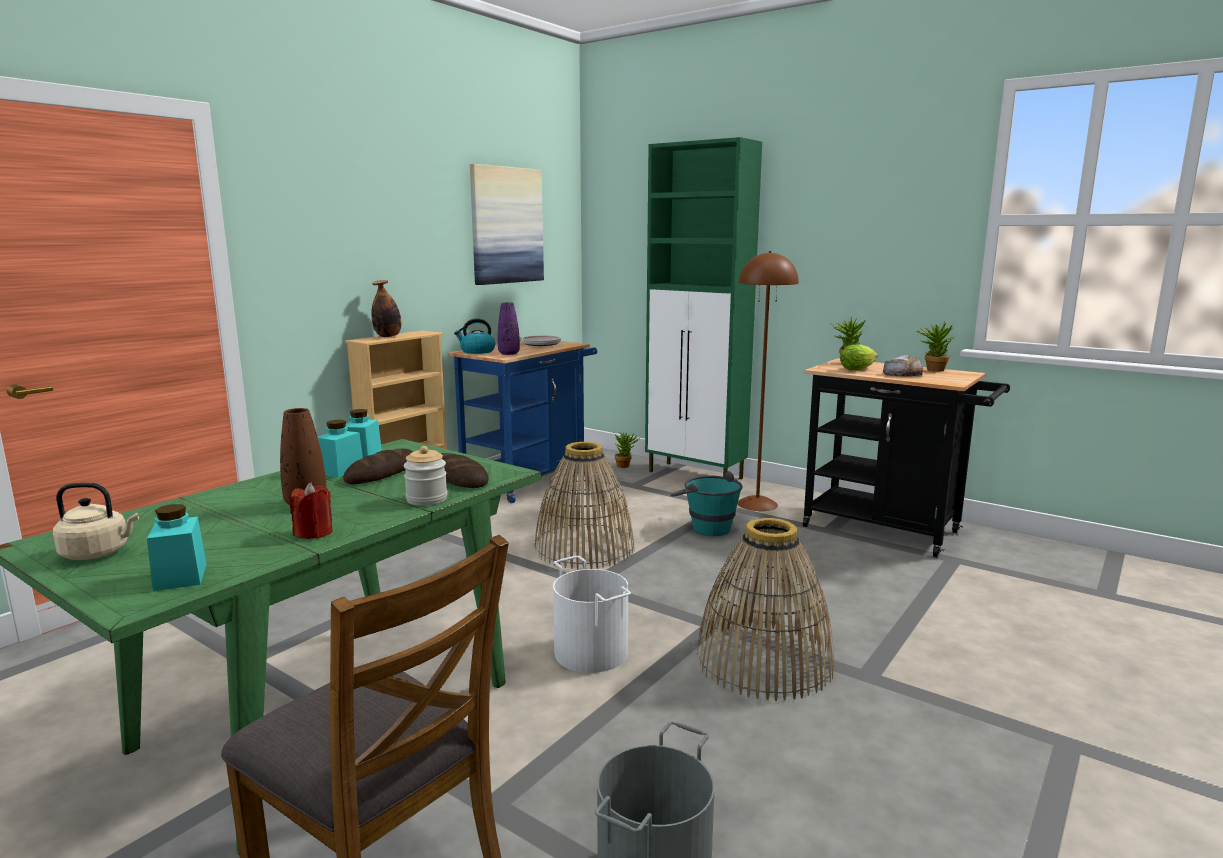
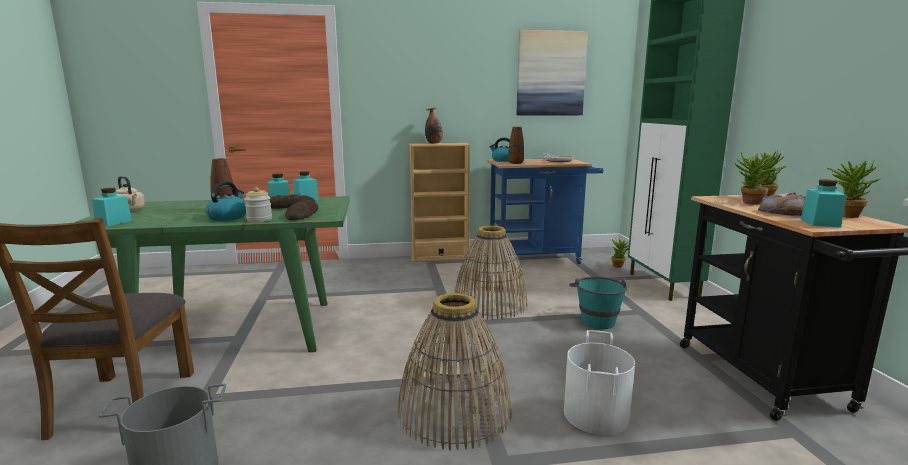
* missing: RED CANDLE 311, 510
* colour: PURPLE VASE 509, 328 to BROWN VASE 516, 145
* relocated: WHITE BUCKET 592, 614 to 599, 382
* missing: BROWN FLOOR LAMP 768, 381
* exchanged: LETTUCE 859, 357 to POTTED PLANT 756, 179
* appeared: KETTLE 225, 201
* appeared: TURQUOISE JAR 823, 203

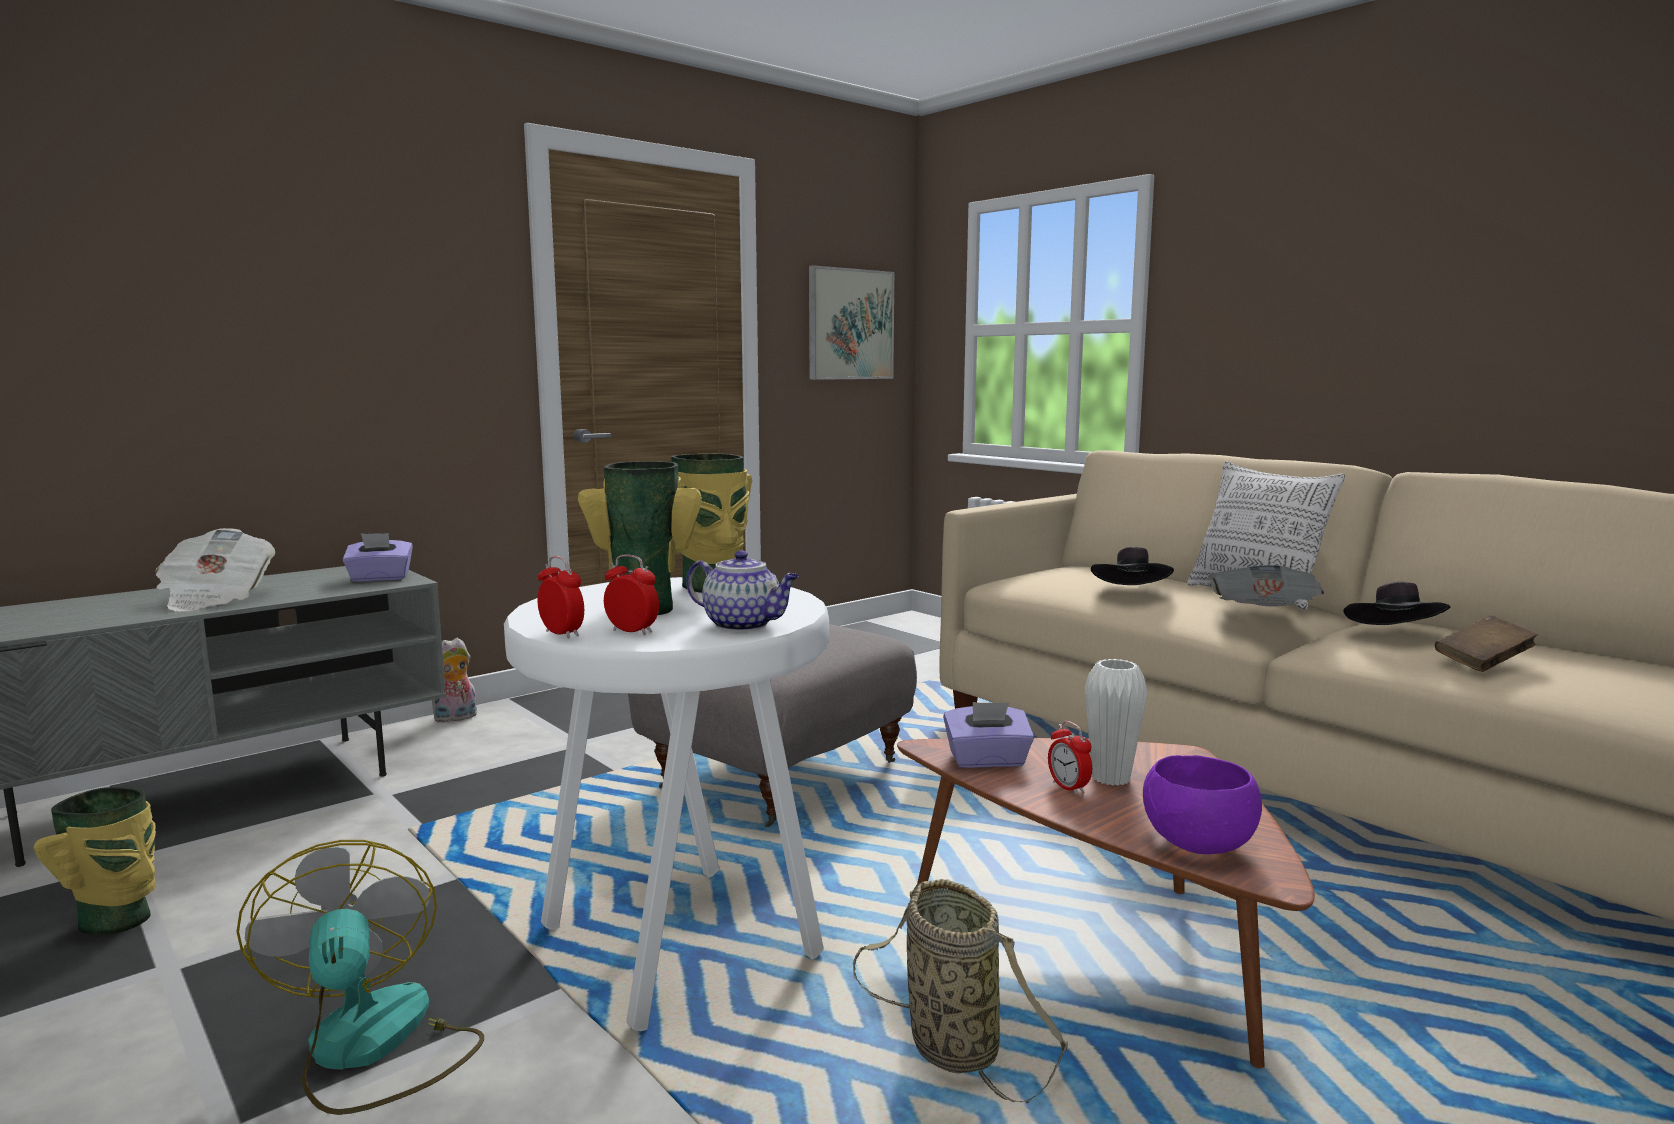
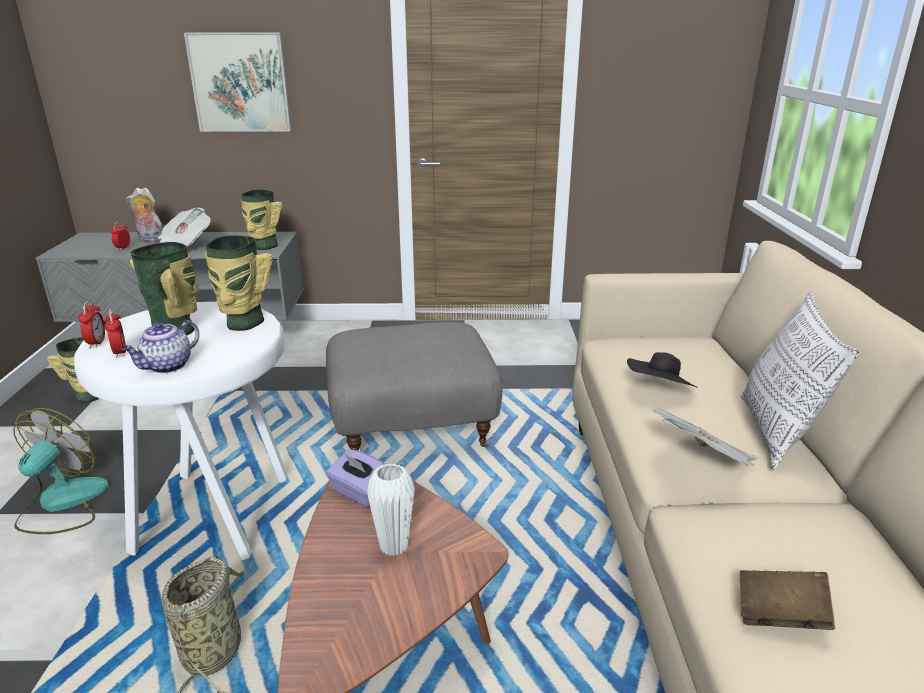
* exchanged: PURPLE TISSUE BOX 378, 557 to VASE 262, 220
* relocated: PLUSH TOY 454, 680 to 144, 214
* spun: TEAPOT 742, 591 = 160, 346 60 degrees clockwise
* relocated: PICTURE 851, 322 to 237, 82
* relocated: ALARM CLOCK 1070, 758 to 120, 235
* missing: PURPLE BOWL 1202, 804
* missing: BLACK HAT 1397, 603

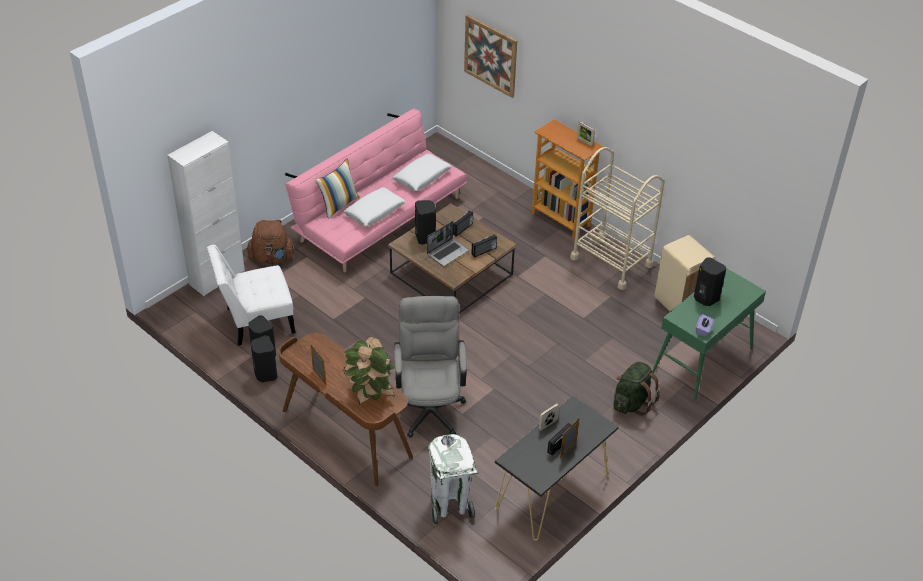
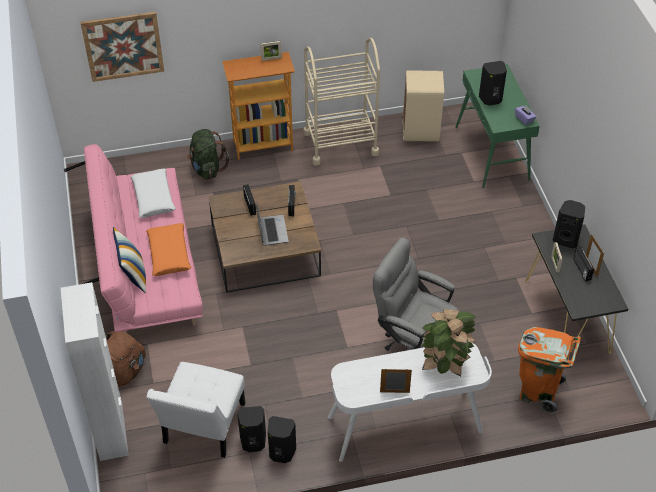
* colour: BROWN DESK 346, 409 to WHITE DESK 410, 402
* colour: WHITE PILLOW 374, 207 to ORANGE PILLOW 168, 249
* relocated: BLACK SPEAKER 425, 222 to 569, 224
* colour: WHITE TRASH CAN 453, 480 to ORANGE TRASH CAN 549, 370
* relocated: GREEN BACKPACK 636, 389 to 208, 154

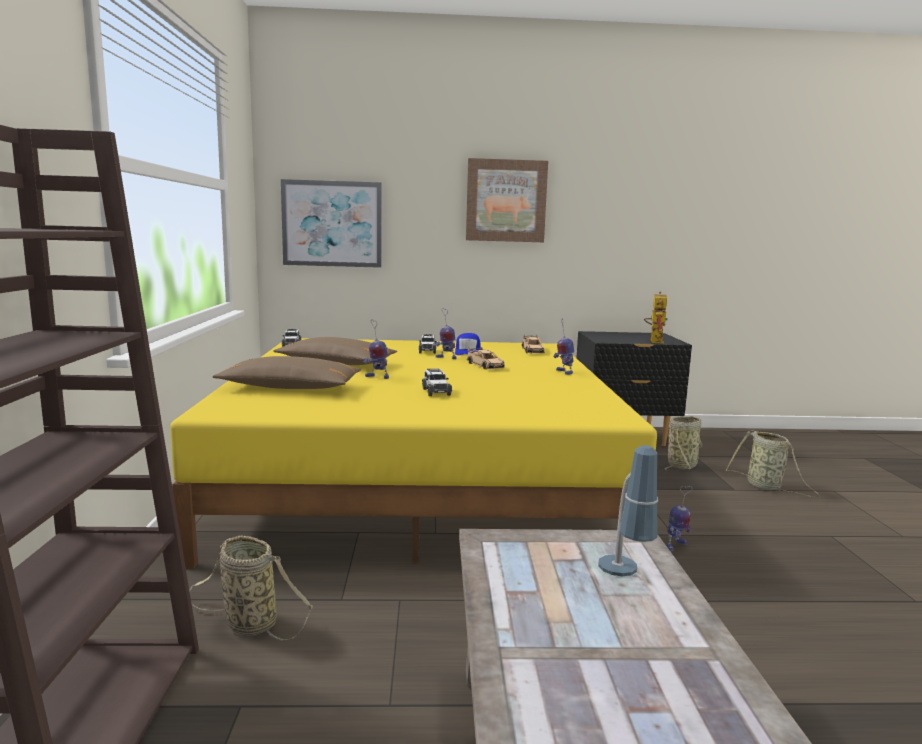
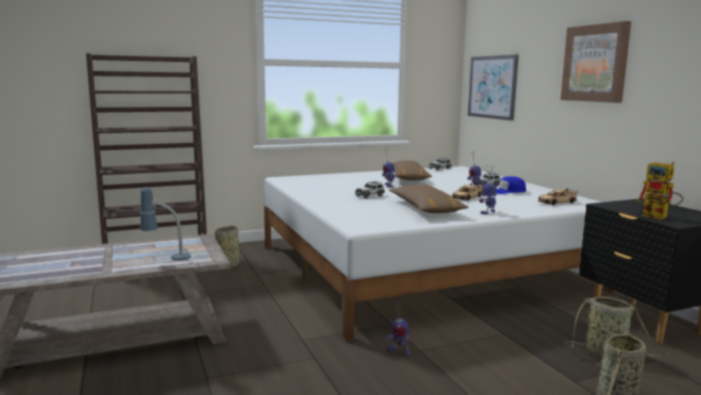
* colour: YELLOW BED 413, 453 to WHITE BED 440, 254
* relocated: BROWN PILLOW 287, 372 to 429, 198
* spun: TOY ROBOT 656, 317 = 660, 191 60 degrees clockwise

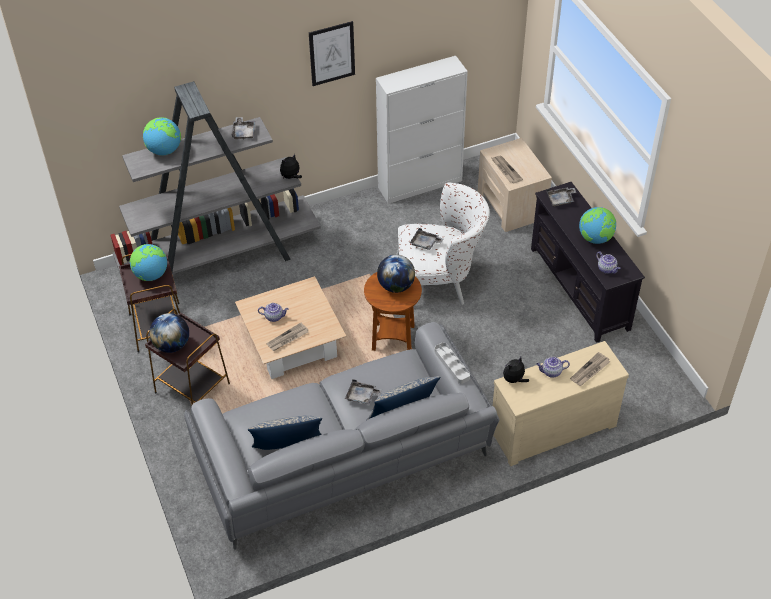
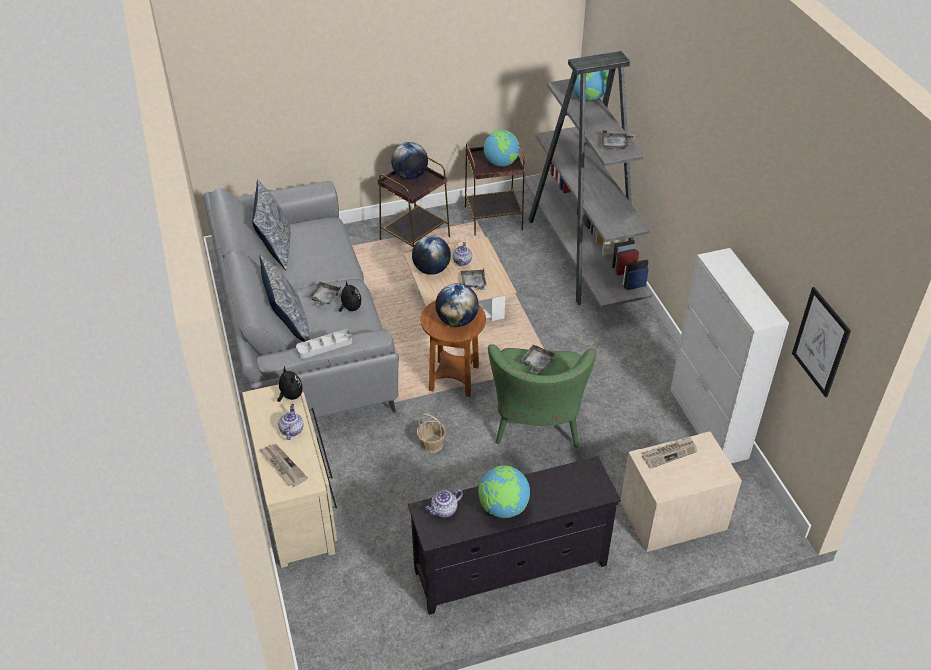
* exchanged: NEWSPAPER 287, 337 to GLOBE 431, 255
* relocated: PLUSH TOY 291, 166 to 350, 296
* relocated: PICTURE 332, 53 to 821, 342
* colour: WHITE ARMCHAIR 443, 244 to GREEN ARMCHAIR 542, 396
* relocated: GREY TRAY 561, 196 to 473, 279
* appeared: BASKET 431, 433

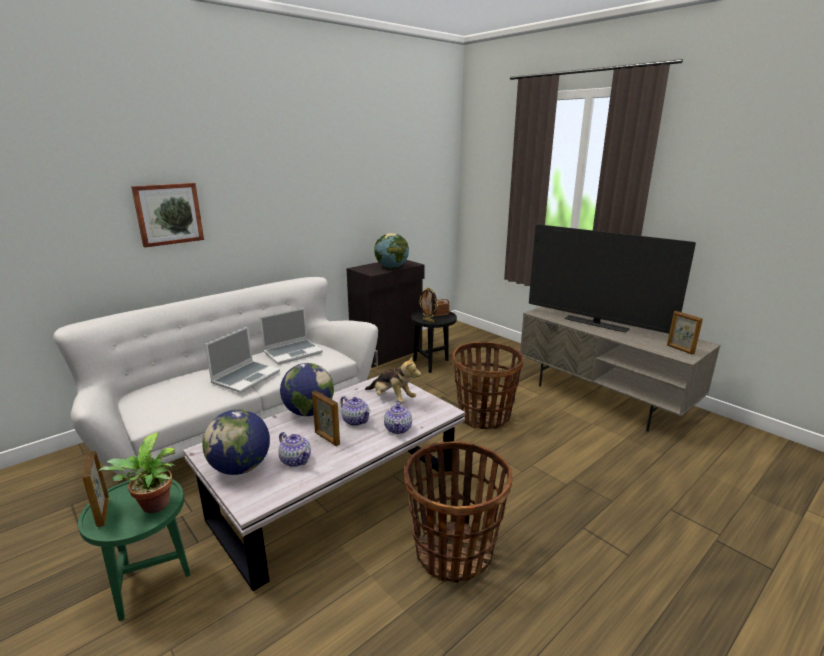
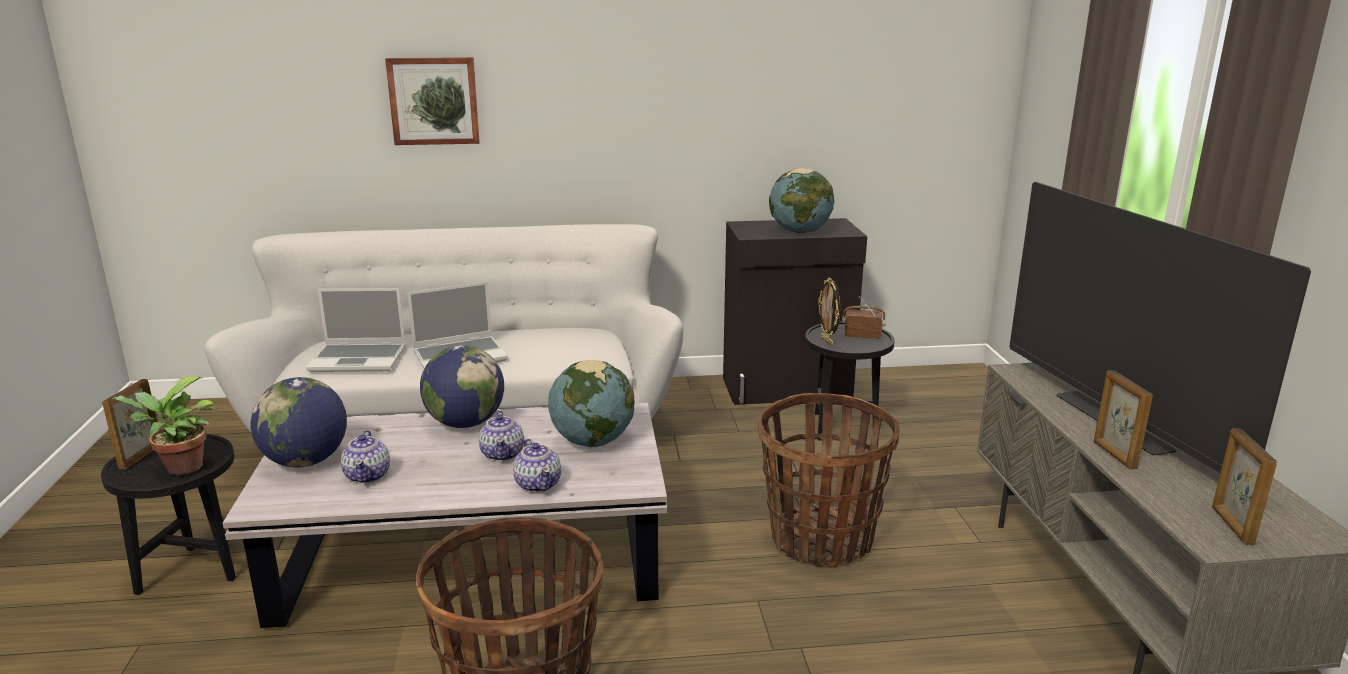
* colour: GREEN SIDE TABLE 134, 550 to BLACK SIDE TABLE 168, 514
* relocated: LAPTOP 291, 336 to 356, 330
* relocated: PICTURE FRAME 326, 418 to 1123, 419
* exchanged: PLUSH TOY 393, 379 to GLOBE 591, 403
* spun: TEAPOT 398, 417 = 537, 466 60 degrees counterclockwise

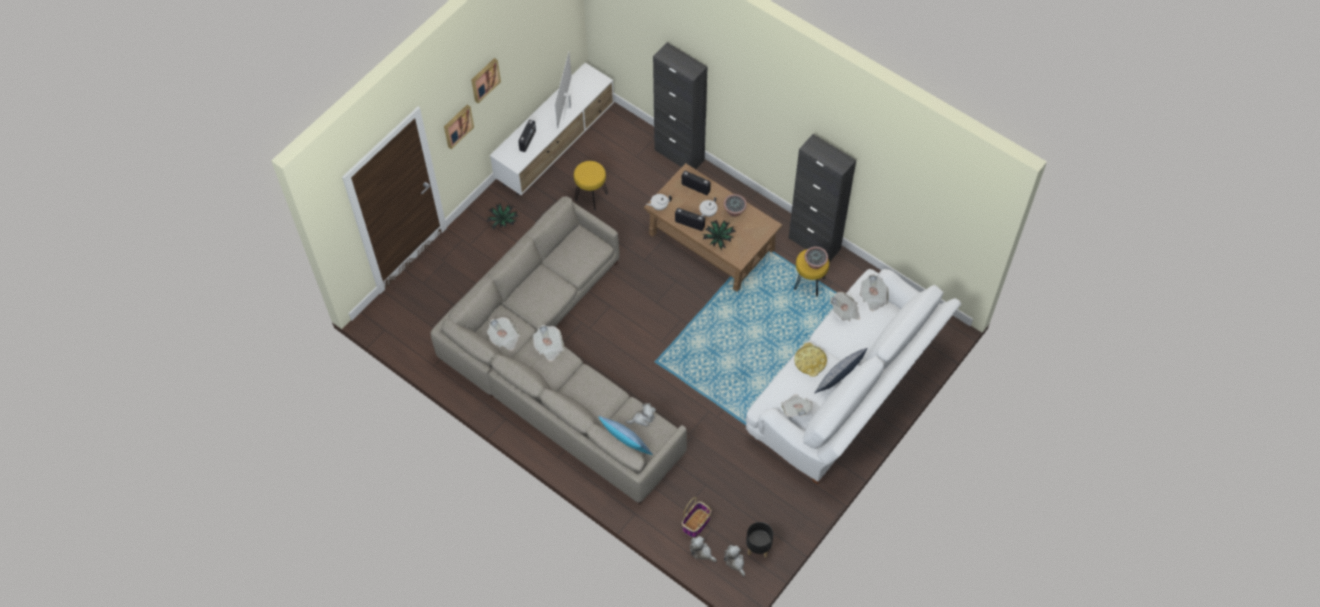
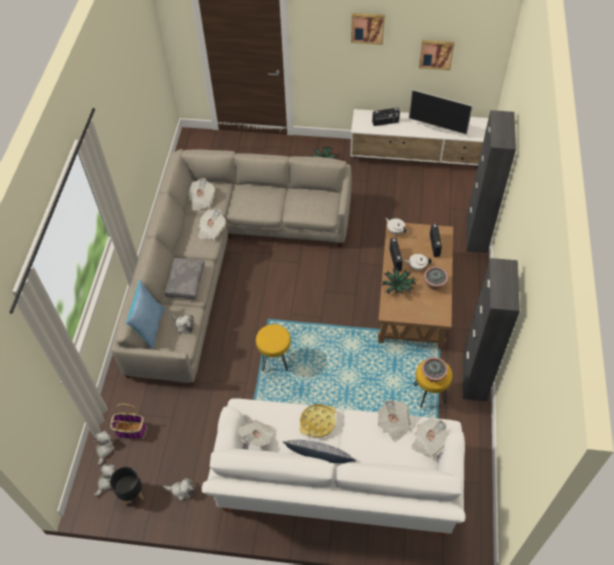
* relocated: PICTURE 459, 127 to 436, 55
* spun: TELEVISION 563, 90 = 441, 112 135 degrees counterclockwise
* relocated: YELLOW STOOL 591, 185 to 273, 347
* appeared: PLUSH TOY 178, 489
* appeared: GREY PILLOW 185, 278

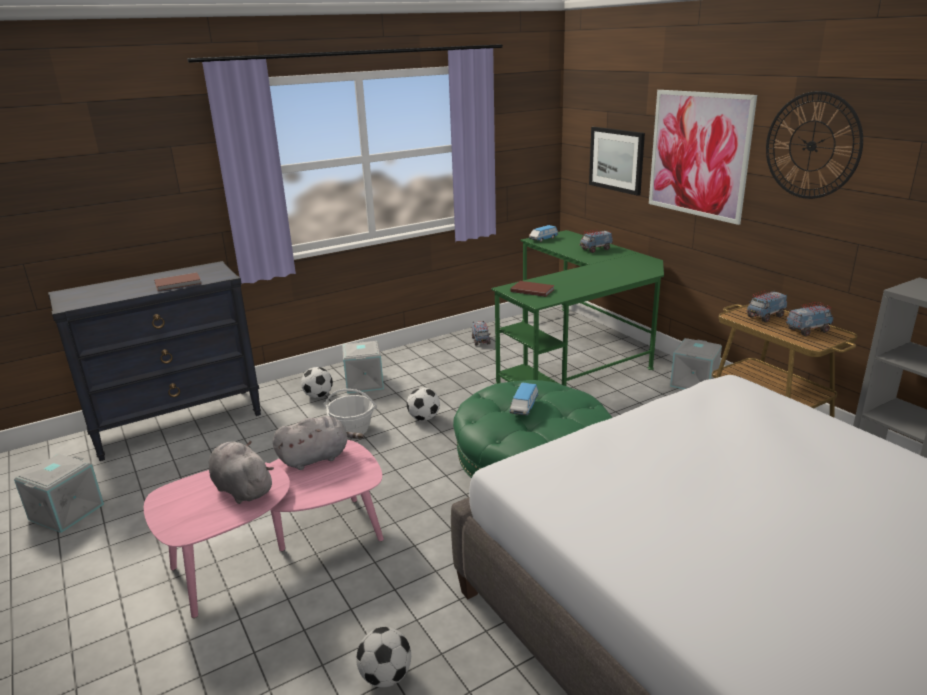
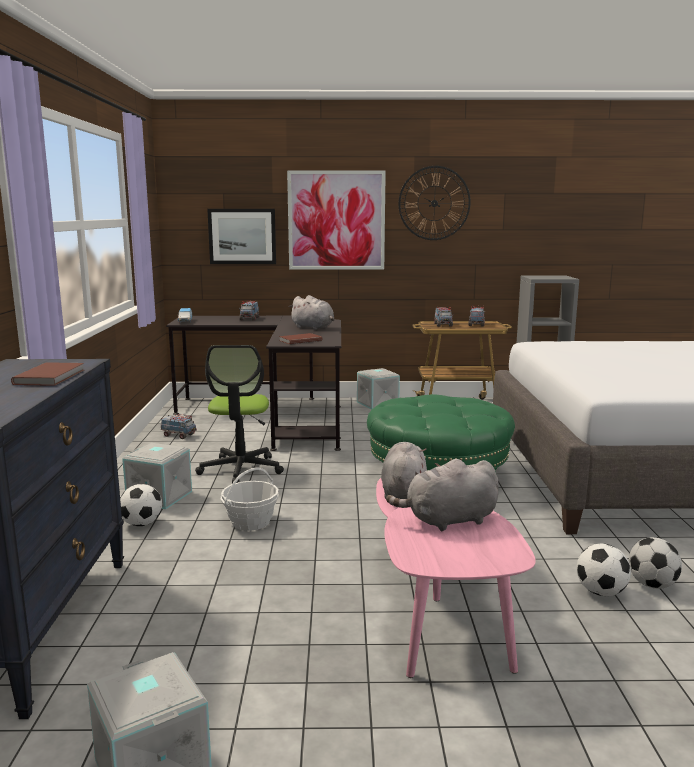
* relocated: FOOTBALL 423, 404 to 604, 570
* colour: GREEN DESK 578, 308 to BLACK DESK 253, 383
* missing: TOY CAR 523, 398
* appeared: OFFICE CHAIR 239, 414
* appeared: GREY PLUSH TOY 312, 312

